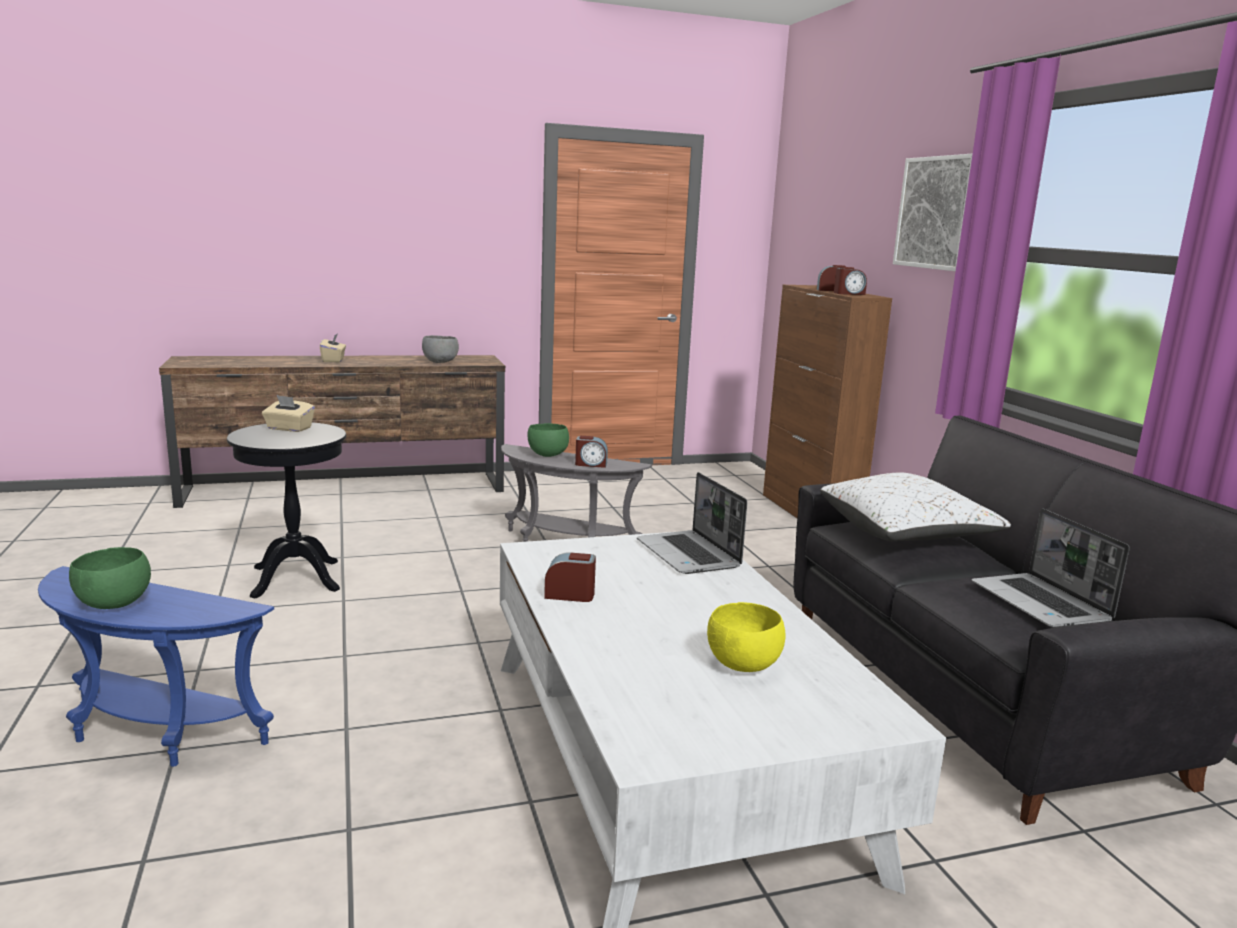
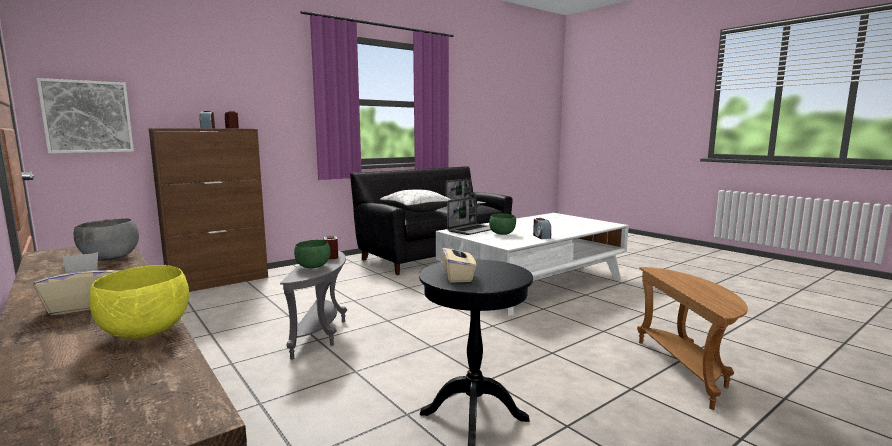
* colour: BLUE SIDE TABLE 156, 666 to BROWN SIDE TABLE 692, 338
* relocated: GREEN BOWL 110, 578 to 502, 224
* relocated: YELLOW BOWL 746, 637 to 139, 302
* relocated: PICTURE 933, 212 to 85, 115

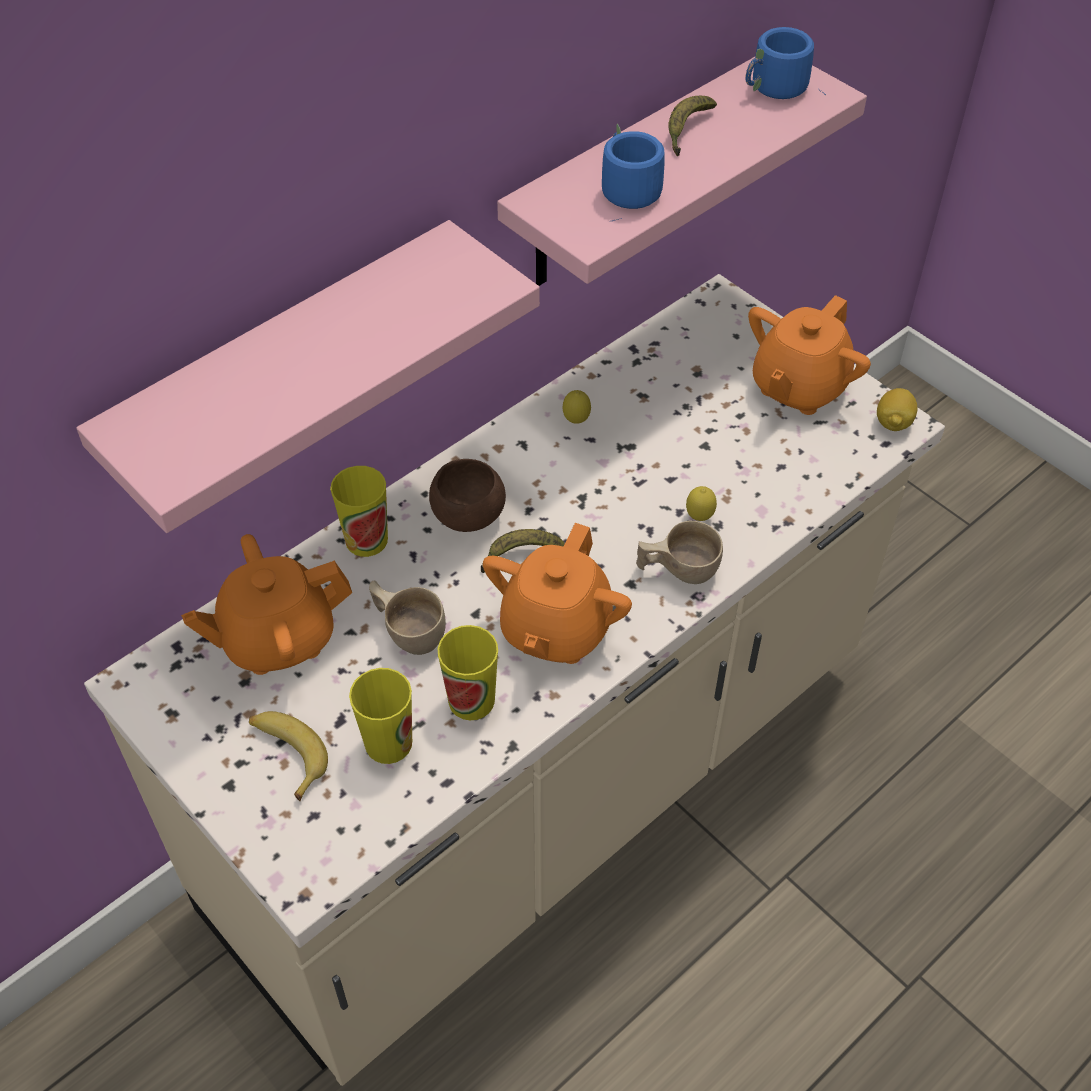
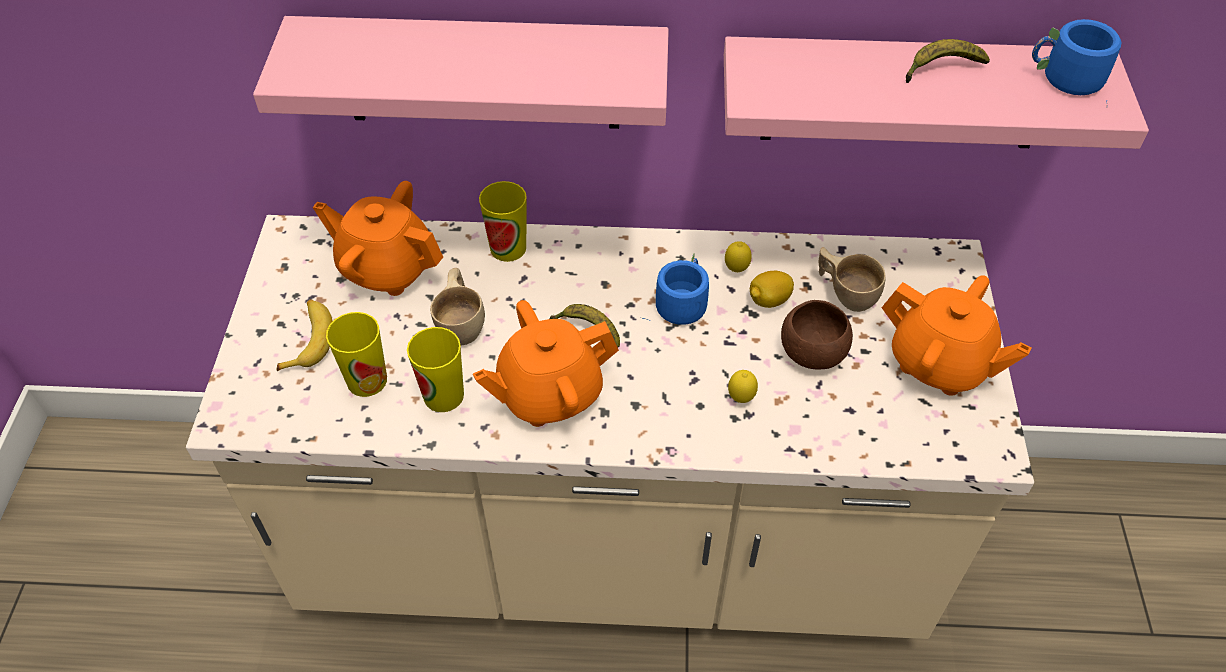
* relocated: BROWN BOWL 467, 495 to 817, 335
* relocated: BLUE MUG 633, 173 to 675, 289
* relocated: BEIGE CUP 679, 552 to 852, 279
* spun: ORANGE TEAPOT 809, 355 = 956, 335 135 degrees counterclockwise
* relocated: LEMON 897, 409 to 772, 289

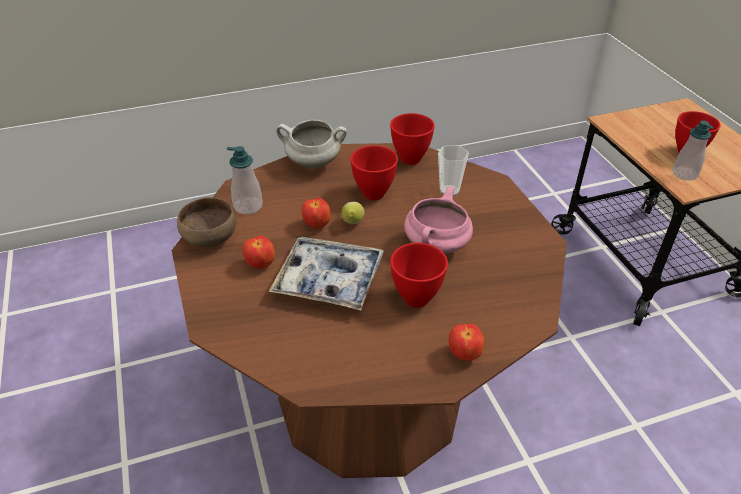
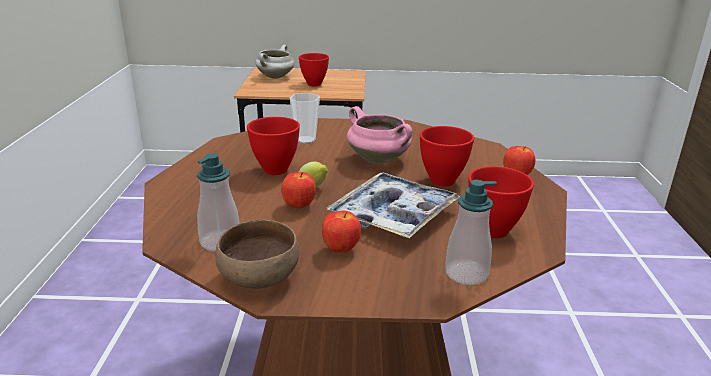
* relocated: WHITE COOKING POT 311, 144 to 275, 62
* relocated: RED BOWL 412, 139 to 501, 202
* relocated: SOAP DISPENSER 693, 151 to 471, 232

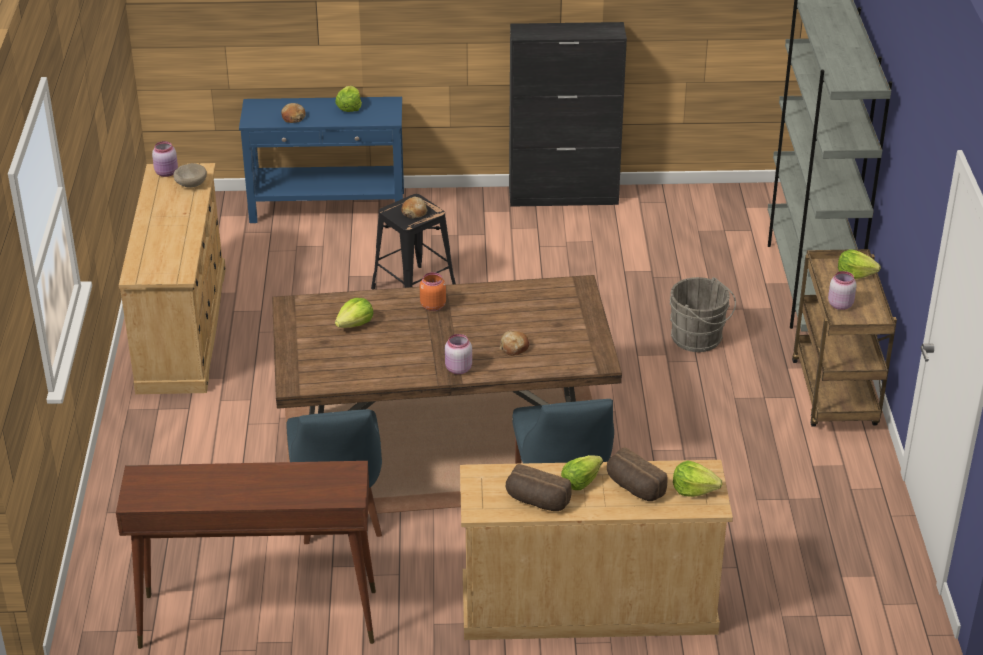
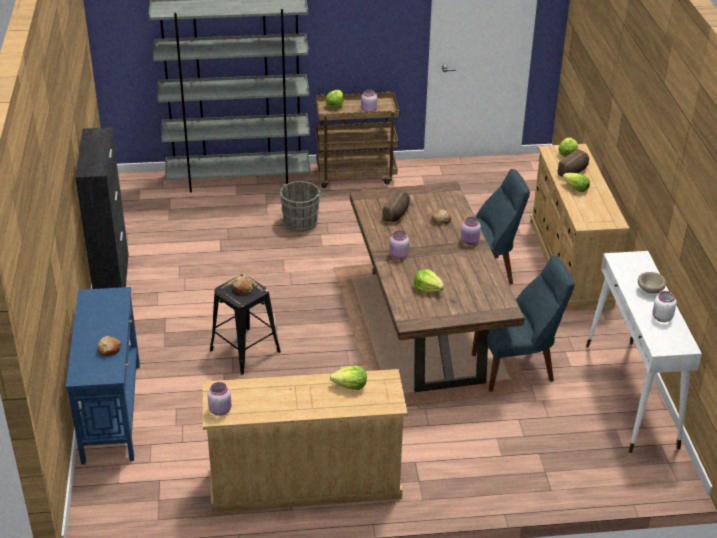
* colour: BROWN CONSOLE TABLE 246, 555 to WHITE CONSOLE TABLE 644, 352
* relocated: BEIGE BOWL 190, 175 to 652, 283
* relocated: LETTUCE 348, 99 to 348, 378
* colour: ORANGE JAR 433, 291 to PINK JAR 399, 245
* relocated: BREAD 538, 487 to 396, 205
* appeared: WHITE JAR 665, 306

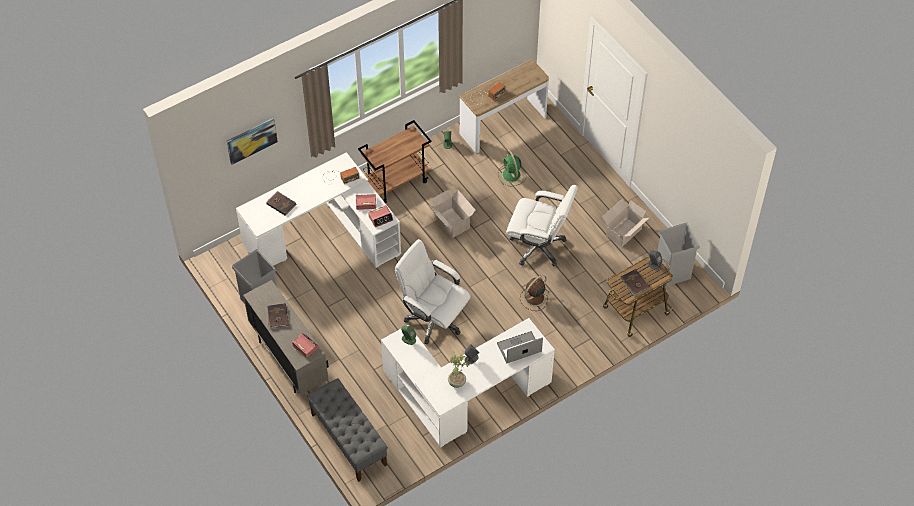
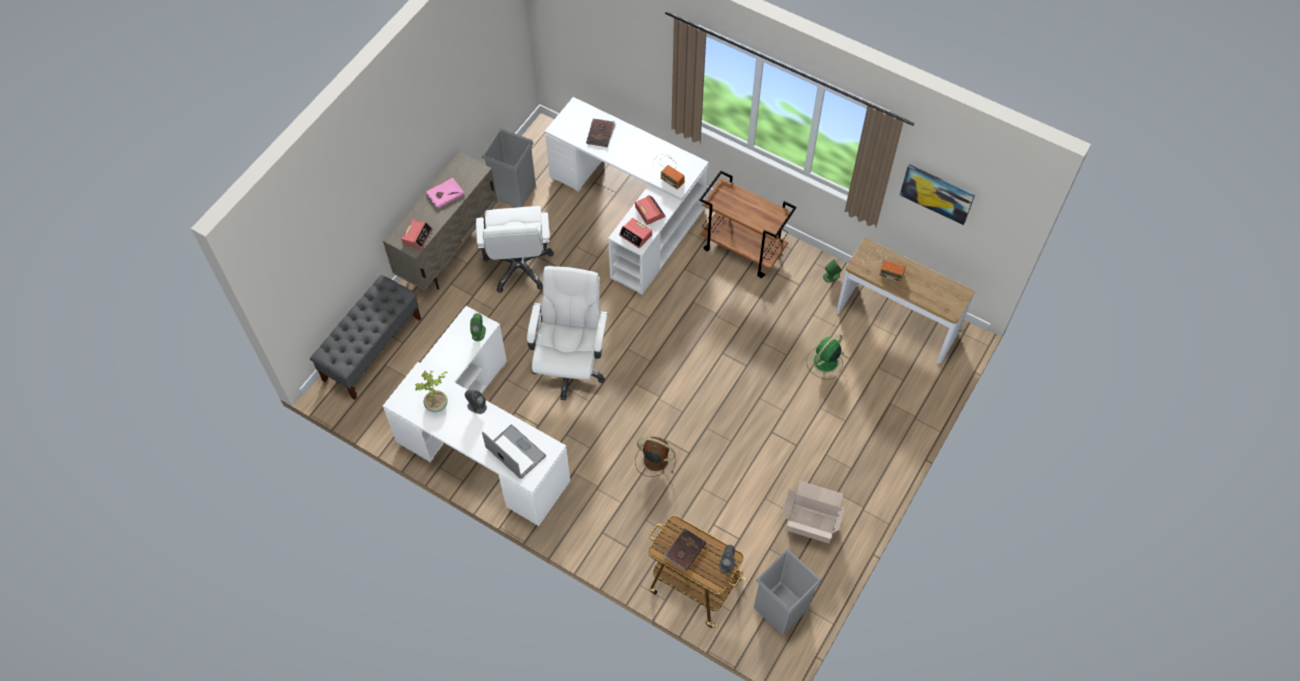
* relocated: PICTURE 252, 141 to 937, 194
* colour: BROWN BOOK 278, 315 to PINK BOOK 444, 193
* missing: CARDBOARD BOX 452, 214
* relocated: WHITE OFFICE CHAIR 542, 226 to 515, 249

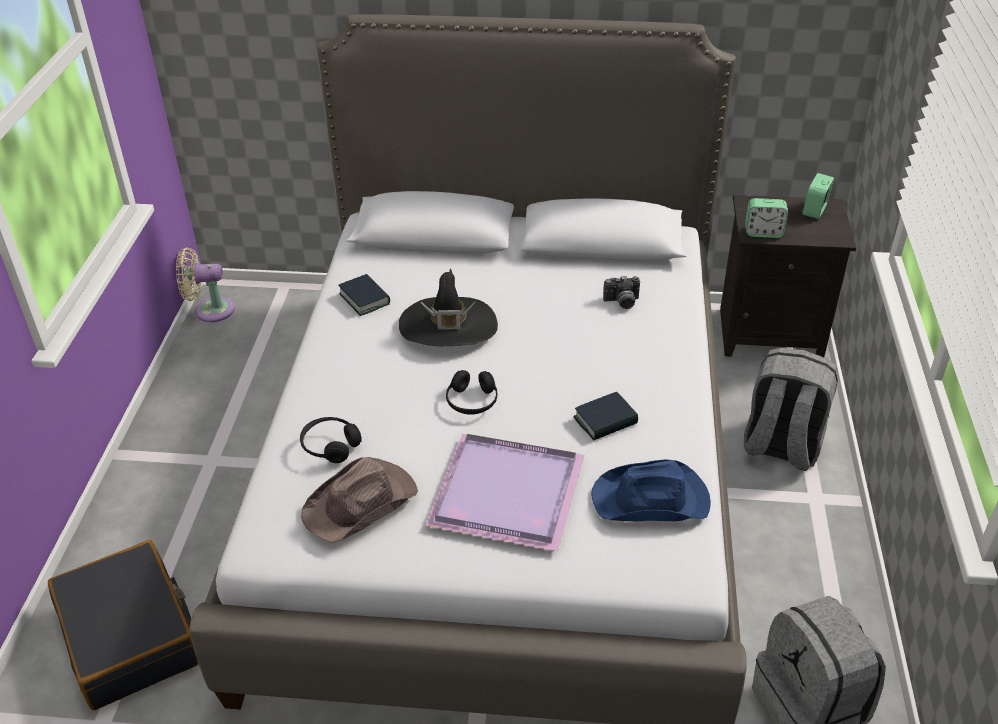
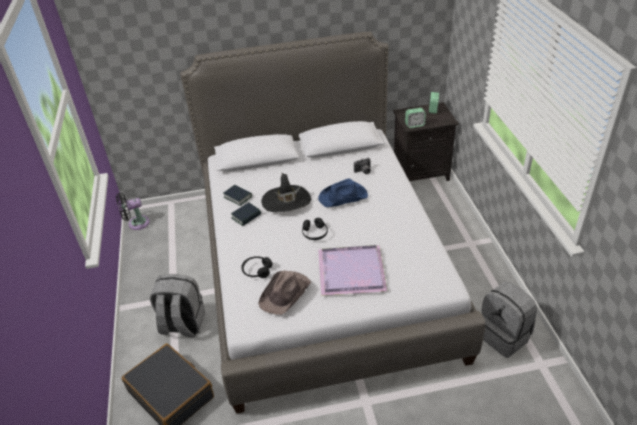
* colour: BEIGE FAN 205, 284 to BLACK FAN 133, 211
* relocated: BOOK 605, 416 to 246, 214
* relocated: BLUE HAT 651, 490 to 343, 193
* relocated: GREY BACKPACK 791, 409 to 177, 305

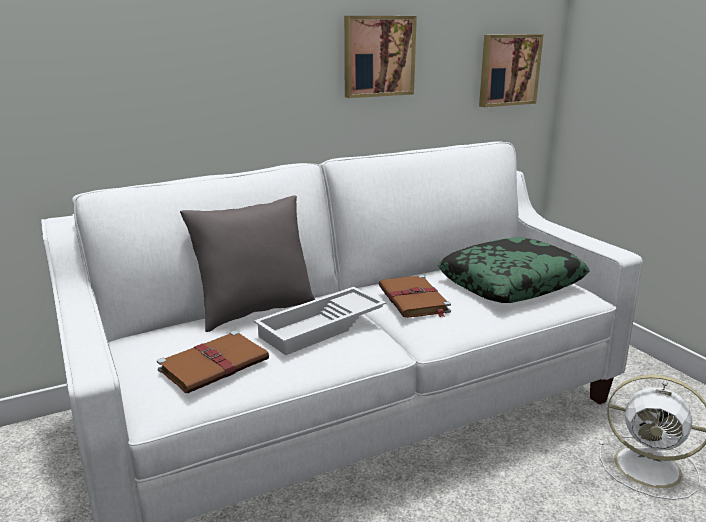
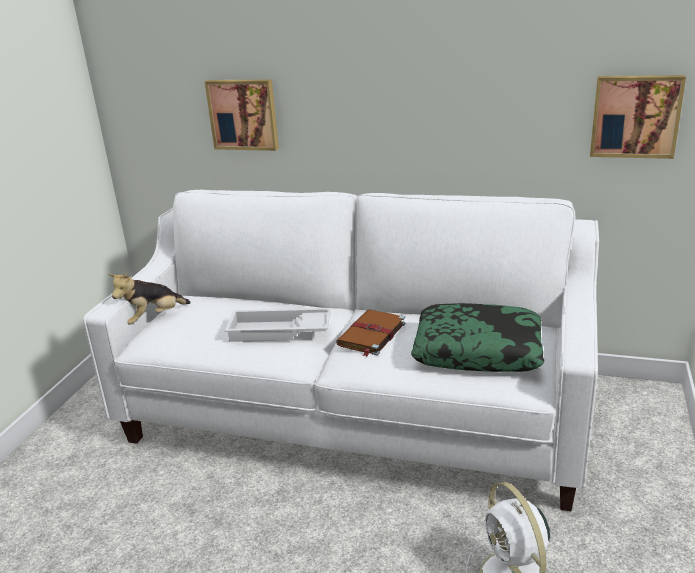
* missing: BROWN BOOK 213, 362
* missing: GREY PILLOW 247, 263
* relocated: PICTURE 380, 57 to 242, 115
* appeared: PLUSH TOY 149, 299

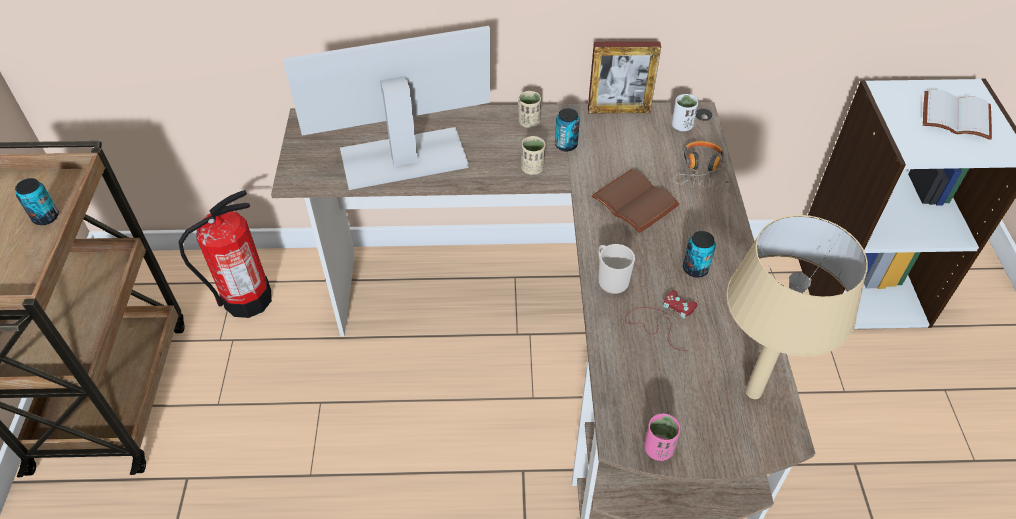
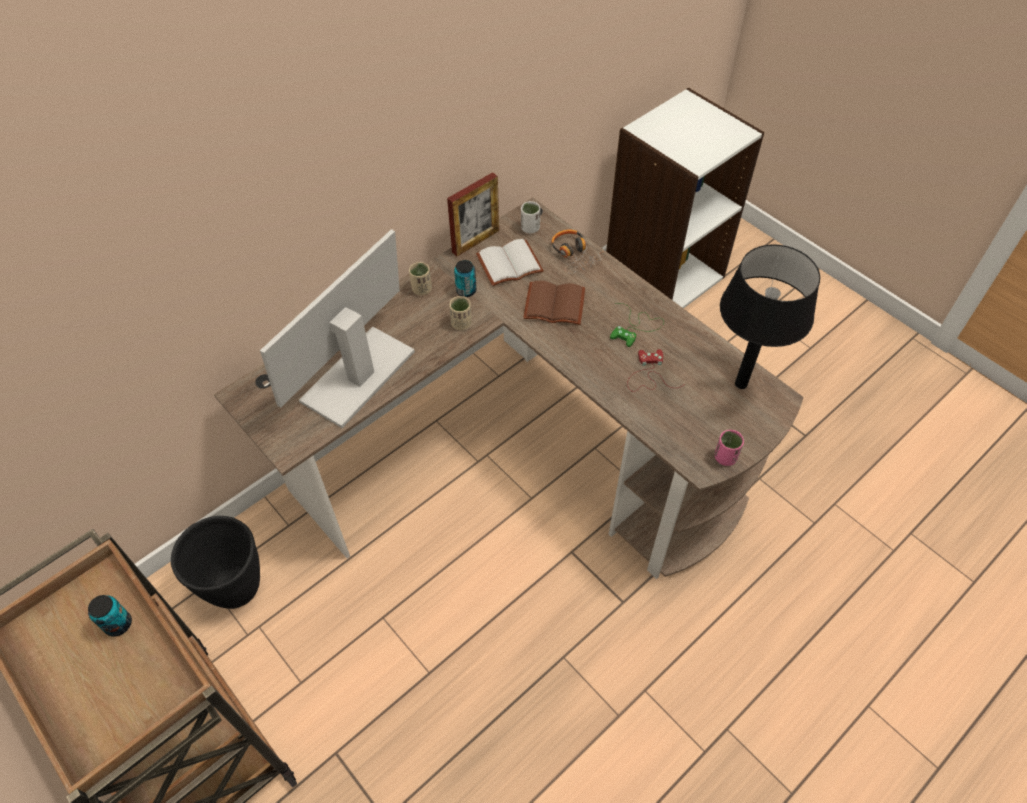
* exchanged: FIRE EXTINGUISHER 225, 254 to BLACK PLANTER 215, 562
* missing: MUG 616, 269
* exchanged: CAN 699, 254 to GREEN GAME CONTROLLER 637, 325
* colour: BEIGE TABLE LAMP 797, 307 to BLACK TABLE LAMP 770, 316
* relocated: WHITE BOOK 957, 115 to 510, 262

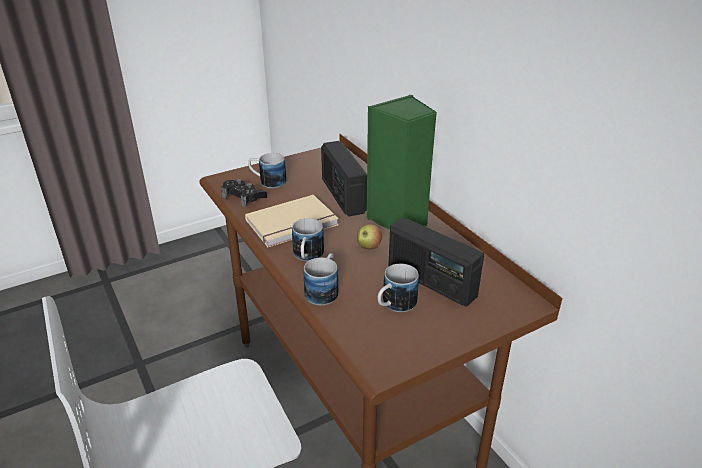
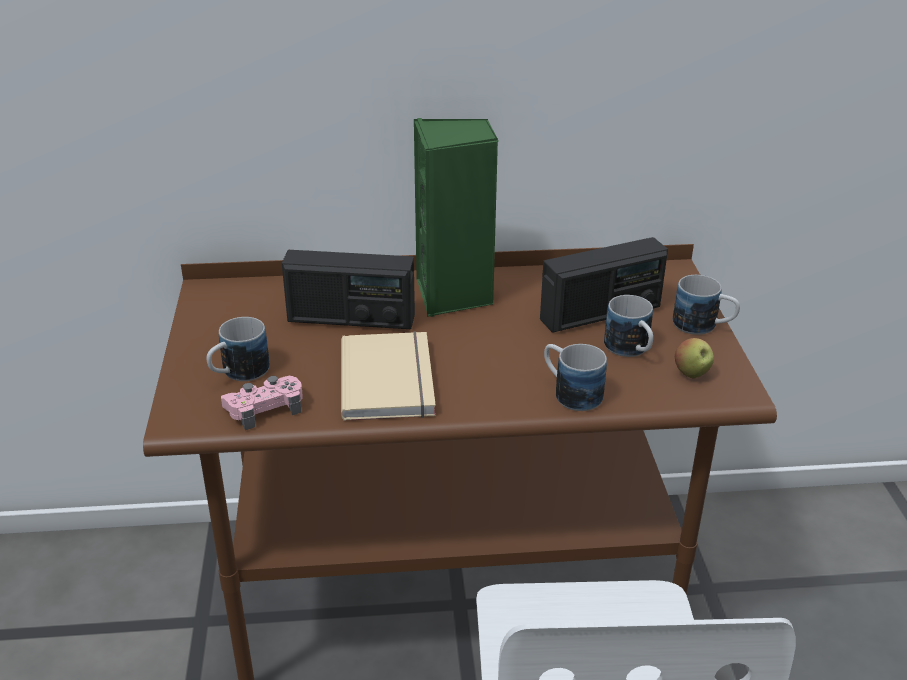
* colour: BLACK GAME CONTROLLER 244, 193 to PINK GAME CONTROLLER 262, 403
* relocated: MUG 308, 239 to 706, 305
* relocated: APPLE 369, 236 to 694, 358

